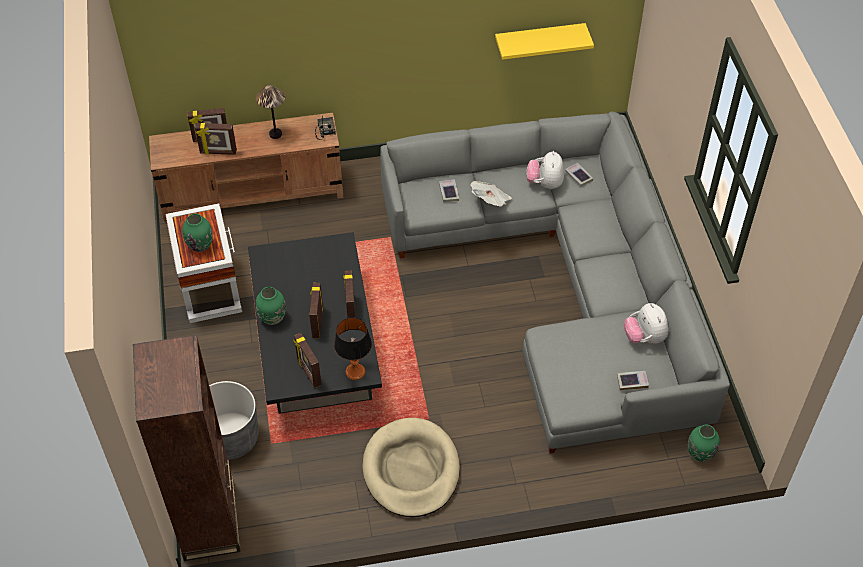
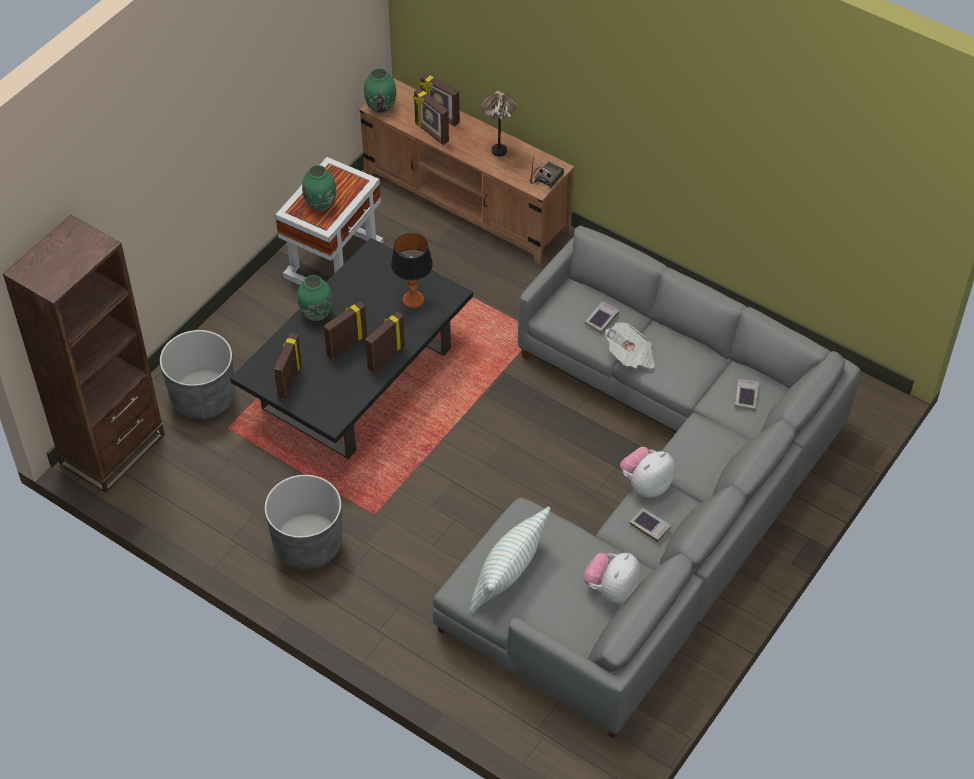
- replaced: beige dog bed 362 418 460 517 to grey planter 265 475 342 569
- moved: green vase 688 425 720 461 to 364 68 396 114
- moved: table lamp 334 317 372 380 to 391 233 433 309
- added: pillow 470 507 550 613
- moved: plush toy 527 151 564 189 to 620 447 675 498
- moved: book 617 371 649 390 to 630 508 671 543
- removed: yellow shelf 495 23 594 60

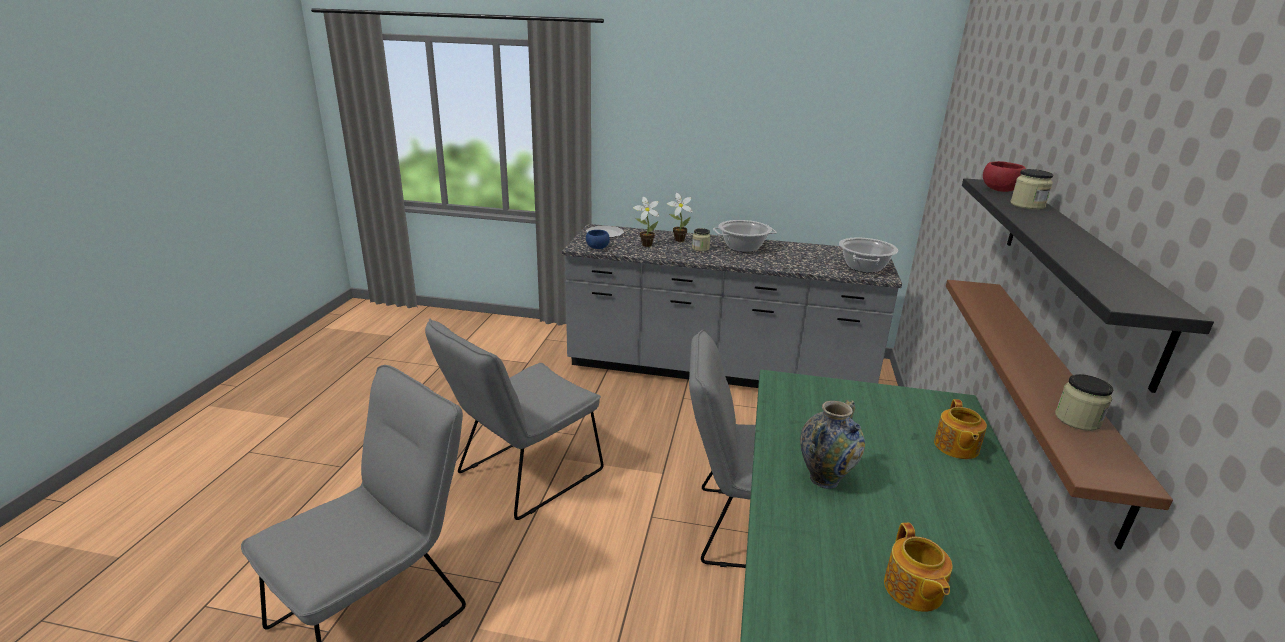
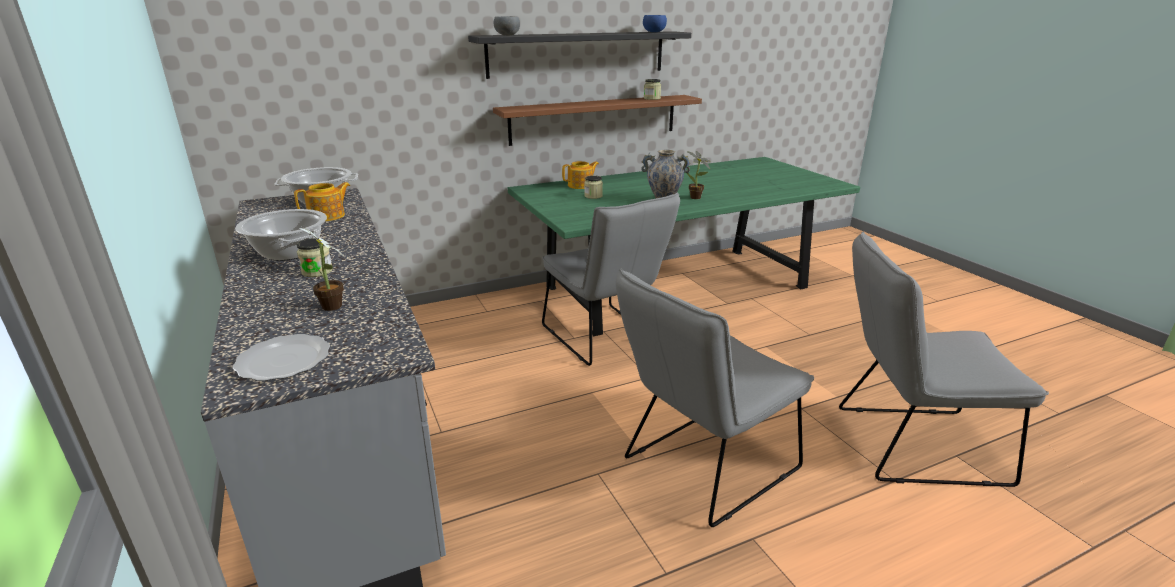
- moved: teapot 884 523 953 612 to 294 182 350 221
- recoloured: red bowl 983 161 1026 192 to grey bowl 494 16 520 35
- moved: jar 1010 169 1053 209 to 584 175 603 199
- turned: grey chair 425 318 604 520 = 616 268 814 527 135 degrees clockwise
- moved: blue bowl 586 230 610 249 to 643 15 667 32
- moved: potted plant 667 193 693 242 to 687 151 711 199

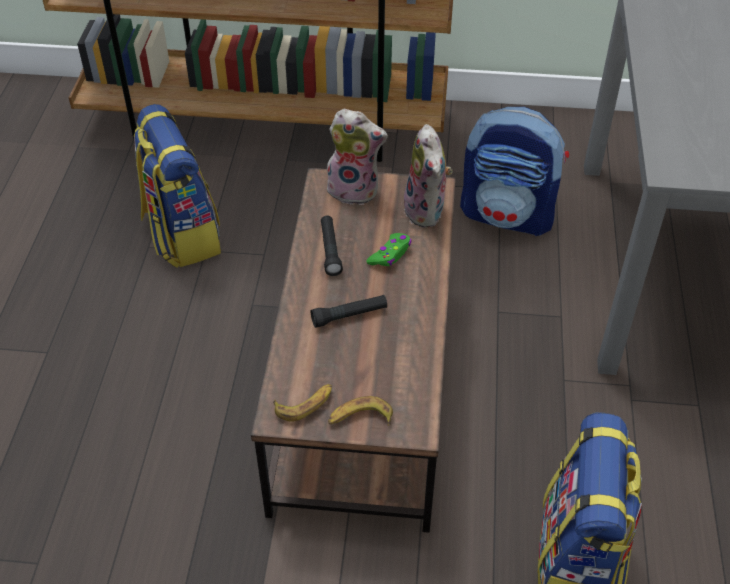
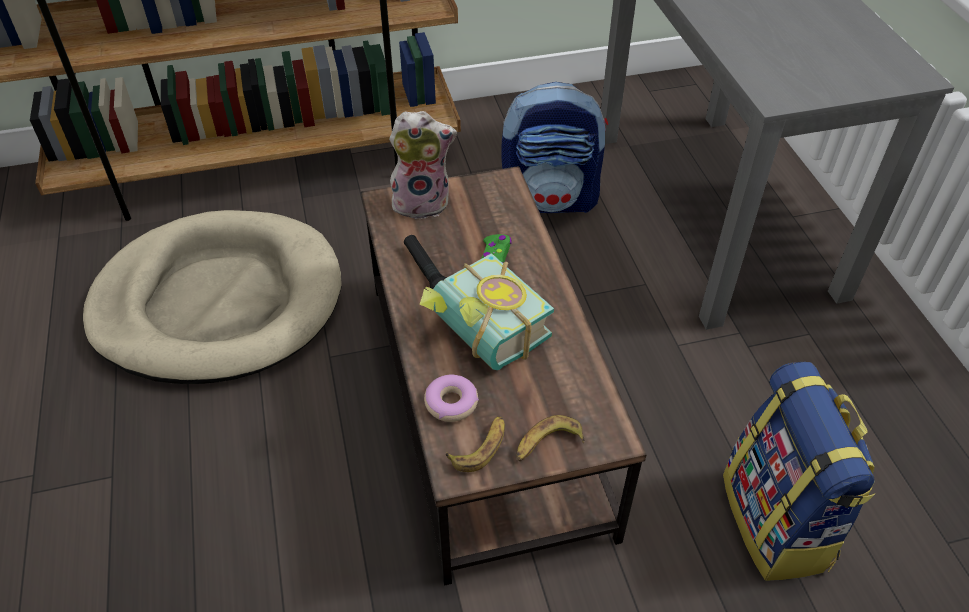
- replaced: backpack 133 104 221 268 to beige dog bed 83 210 342 384
- replaced: black flashlight 310 295 387 328 to book 420 253 554 370
- added: donut 424 374 479 422
- removed: plush toy 404 124 453 228

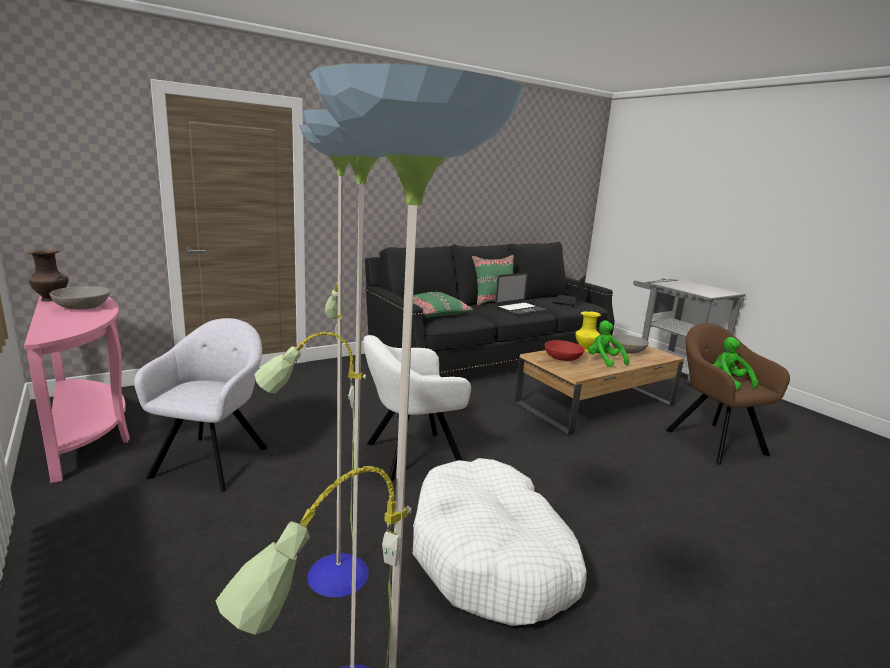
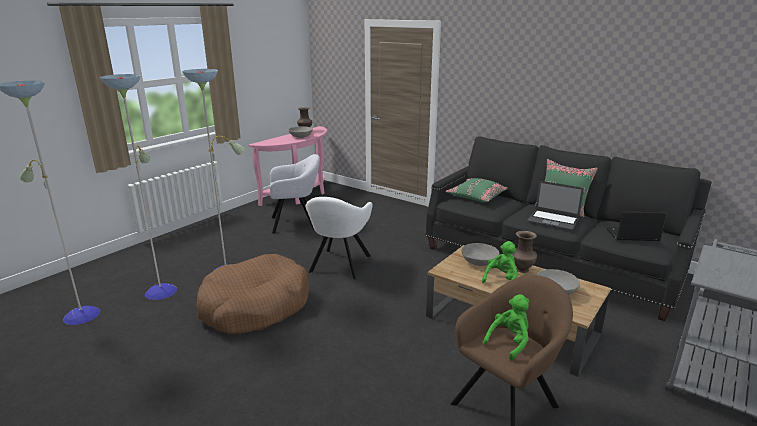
- recoloured: white dog bed 413 458 586 626 to brown dog bed 196 254 309 334
- turned: white armchair 363 335 471 482 = 306 197 372 279 120 degrees counterclockwise
- recoloured: red bowl 545 340 585 361 to grey bowl 461 243 499 266
- recoloured: yellow vase 575 311 601 352 to brown vase 512 231 537 273

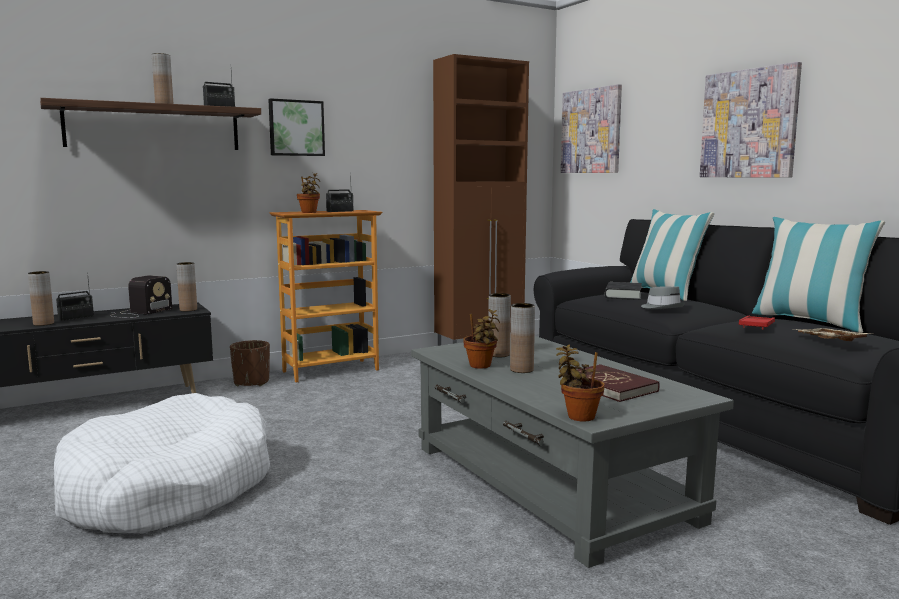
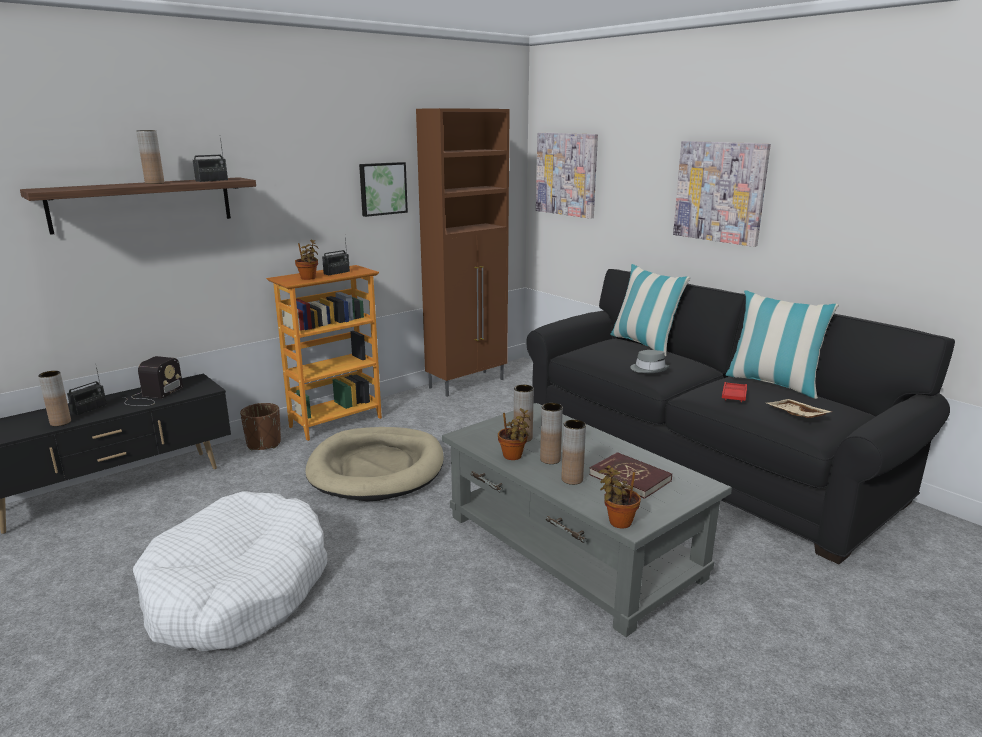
- added: beige dog bed 305 427 444 501
- moved: picture 268 98 325 156 to 359 162 408 217
- moved: brown vase 176 262 197 312 to 561 420 586 485
- removed: black book 605 282 642 300

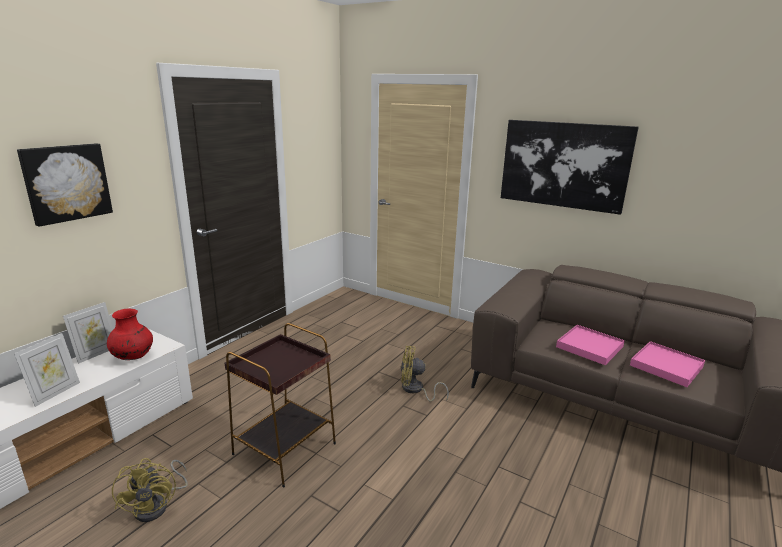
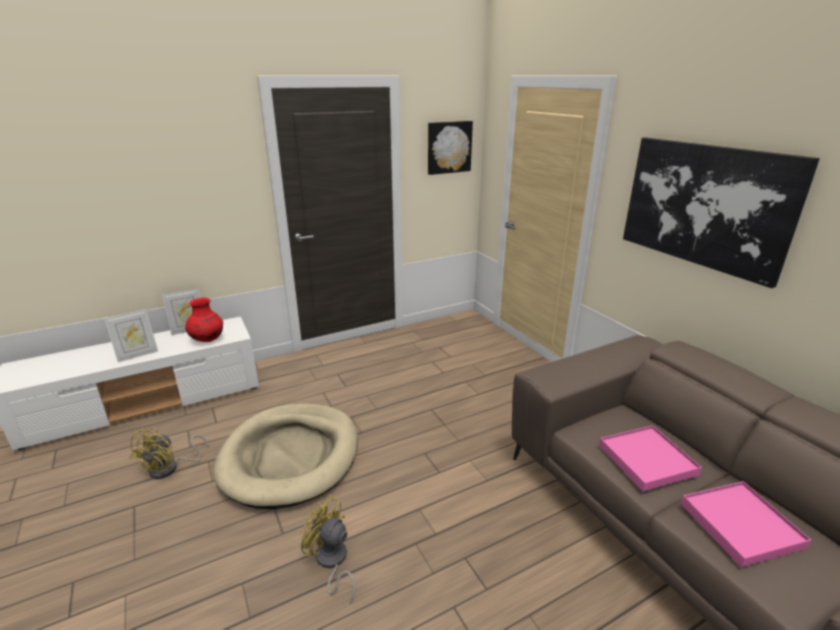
- replaced: brown side table 225 323 336 488 to beige dog bed 213 403 358 509
- moved: yellow fan 401 346 449 402 to 300 495 355 604
- moved: picture 17 143 113 227 to 428 121 473 175

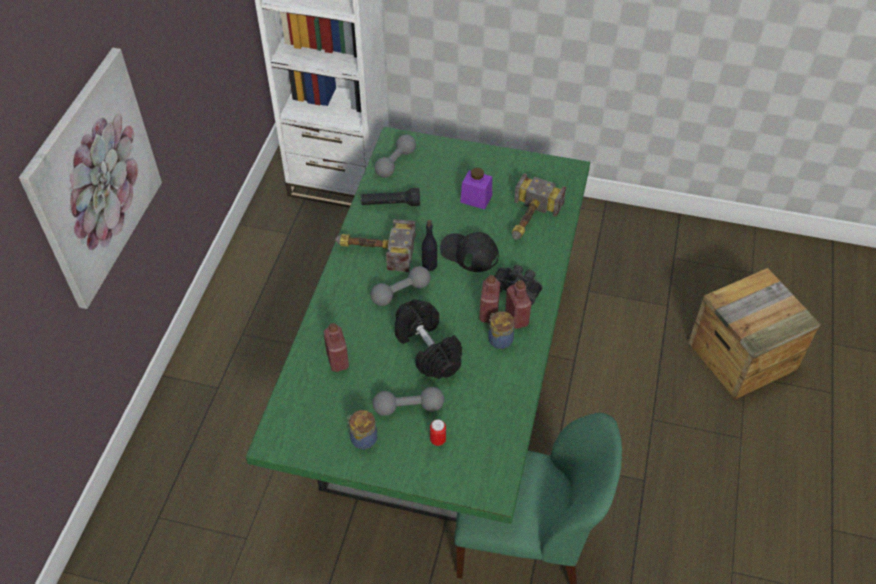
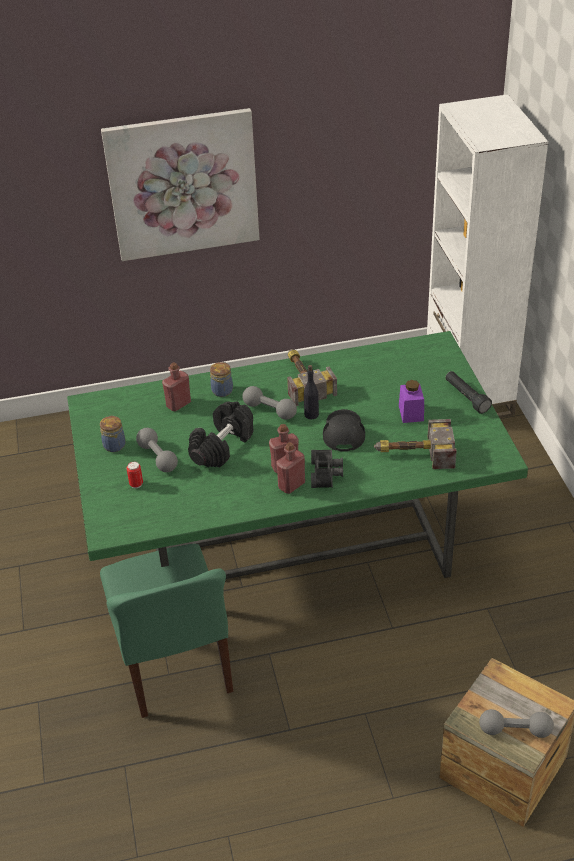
- moved: jar 488 311 514 349 to 210 362 233 397
- moved: black flashlight 361 188 420 206 to 445 371 492 414
- moved: grey dumbbell 374 134 416 178 to 479 709 554 738

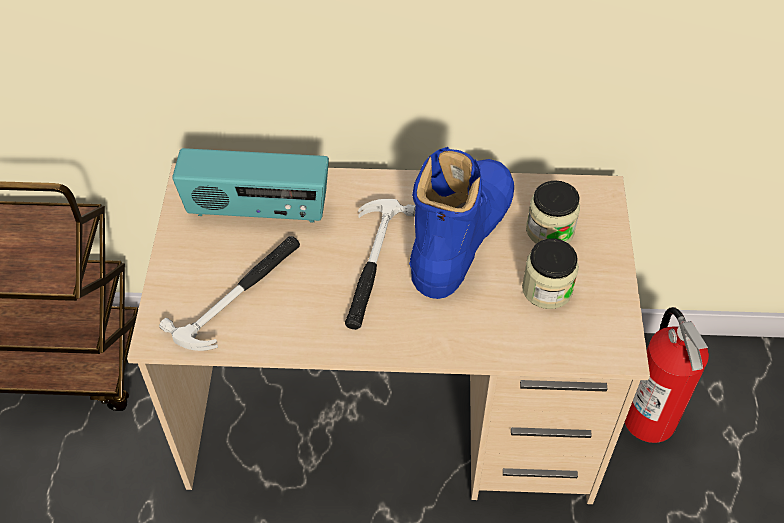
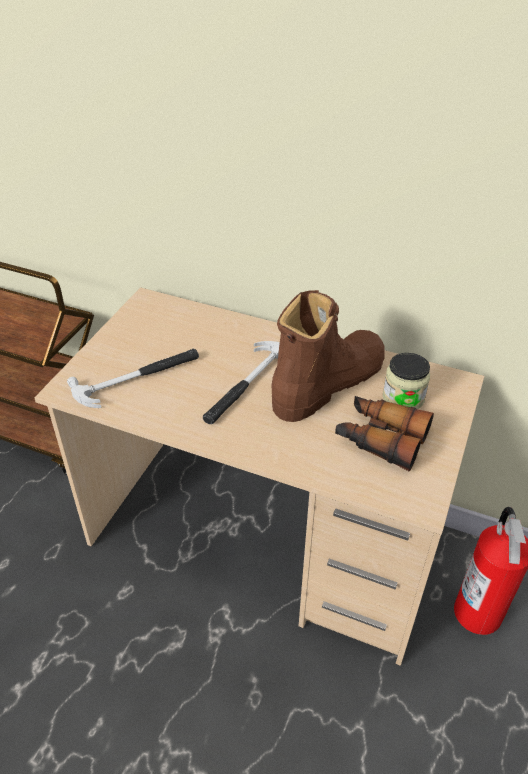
- recoloured: blue boot 409 147 514 299 to brown boot 271 290 385 422
- replaced: jar 522 238 579 309 to binoculars 335 396 434 471
- removed: radio 172 148 329 223

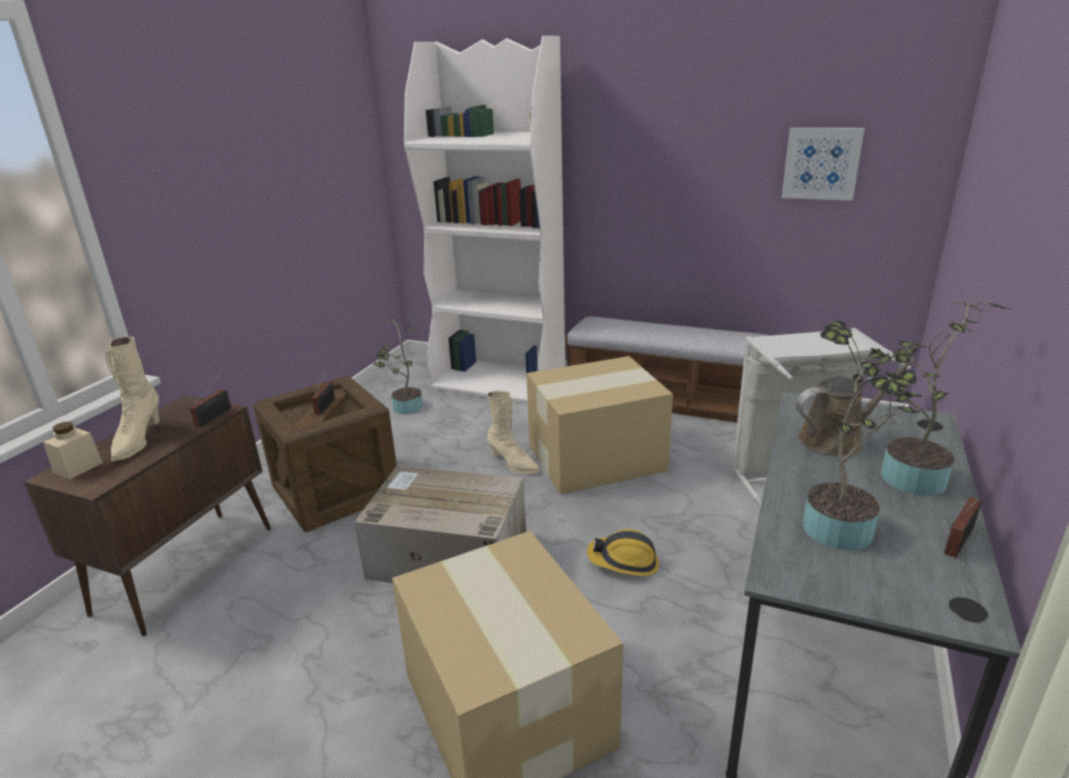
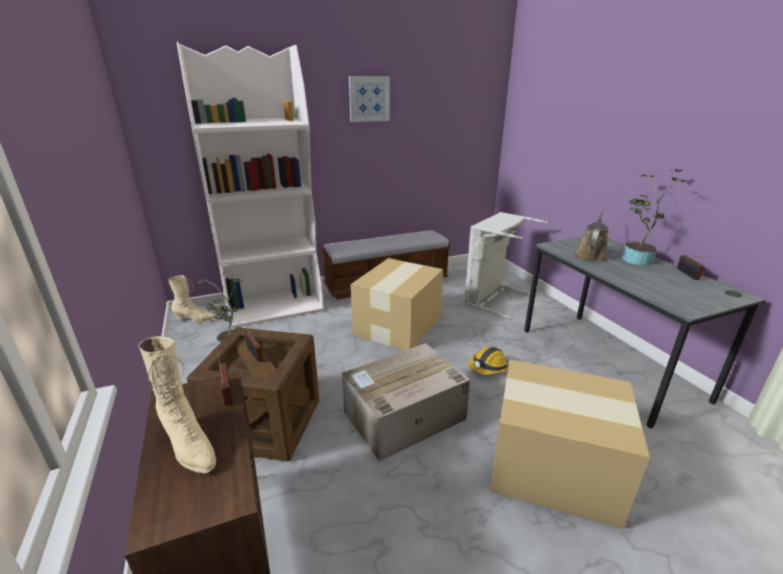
- moved: beige boot 487 391 540 474 to 168 275 216 323
- moved: picture 782 128 865 201 to 349 76 390 122
- removed: beige jar 43 422 103 480
- removed: potted plant 803 320 923 551

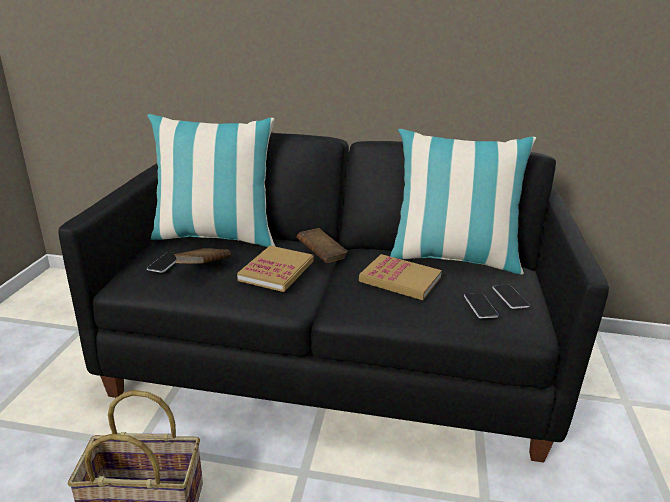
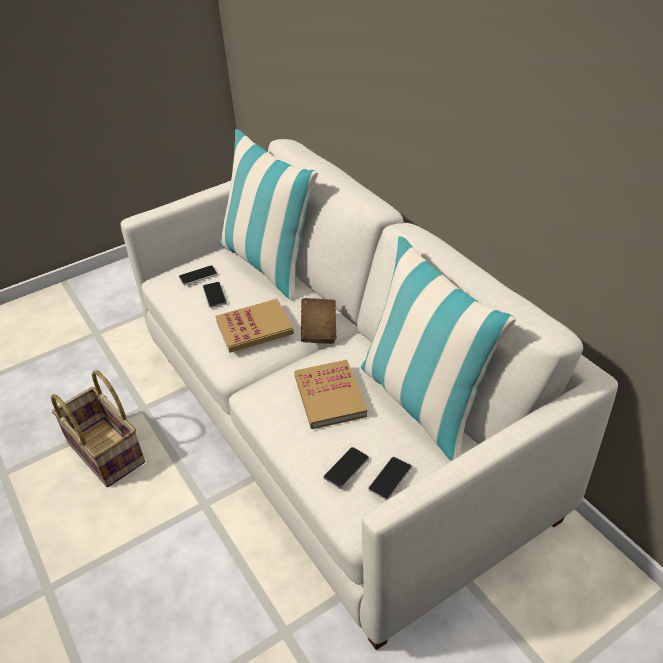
- recoloured: black sofa 58 133 609 463 to white sofa 121 139 618 650
- replaced: brown book 174 248 231 264 to phone 203 282 227 308

